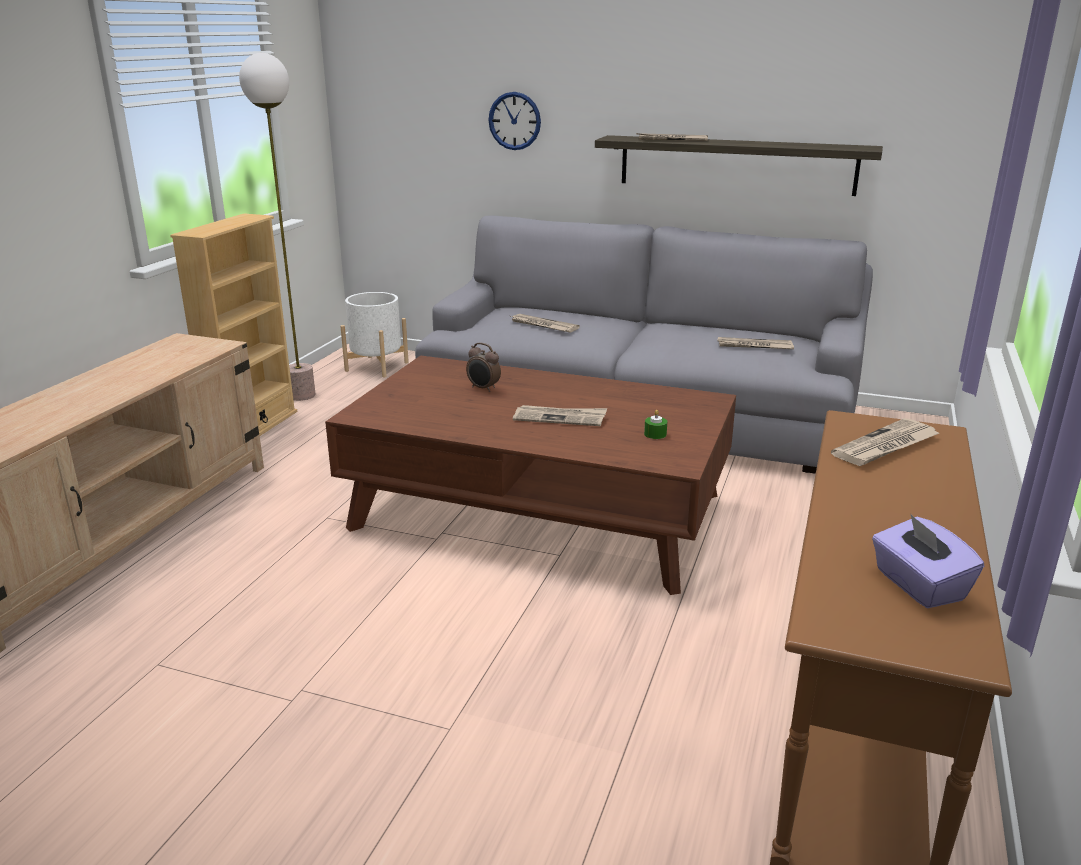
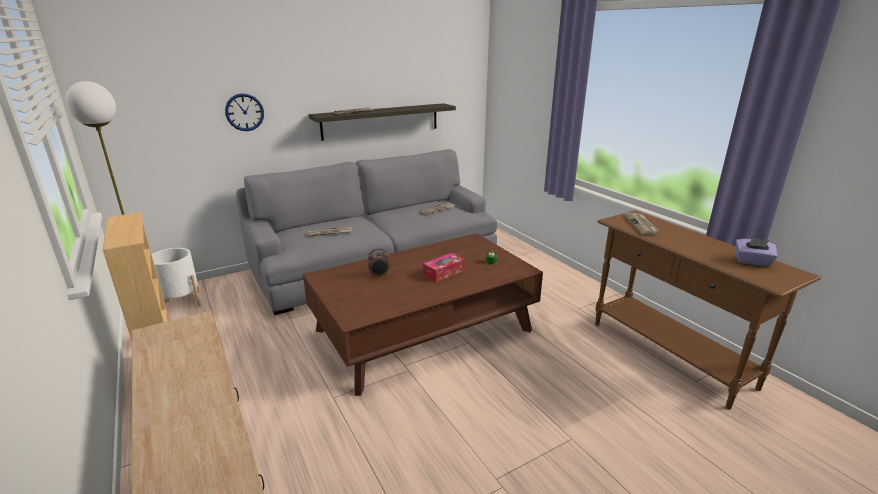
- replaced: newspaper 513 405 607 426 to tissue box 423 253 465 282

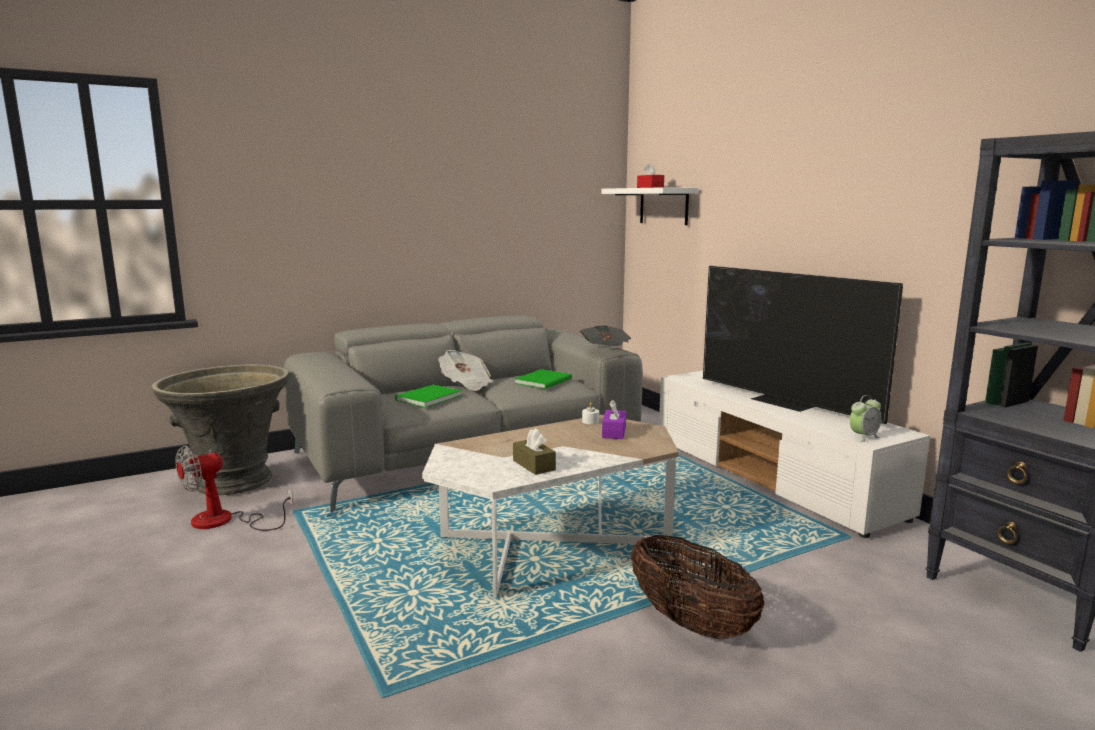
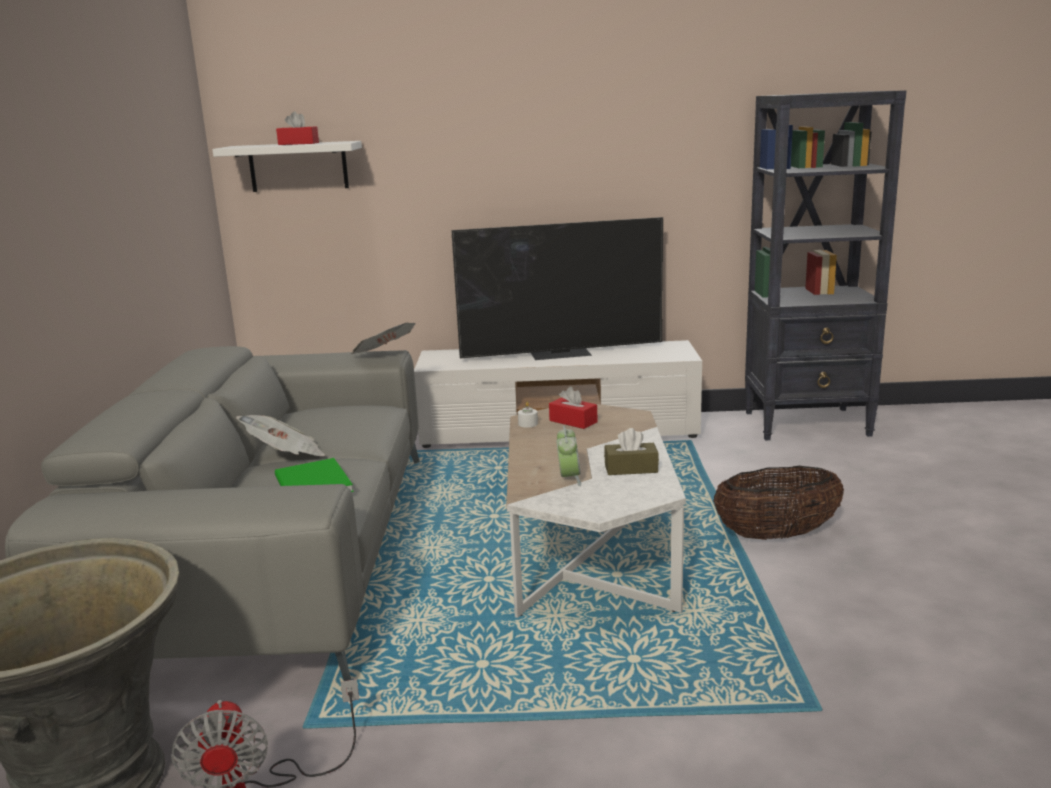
- recoloured: purple tissue box 602 400 626 439 to red tissue box 549 387 597 429
- moved: alarm clock 850 395 882 442 to 556 426 581 486
- removed: green book 514 369 572 389

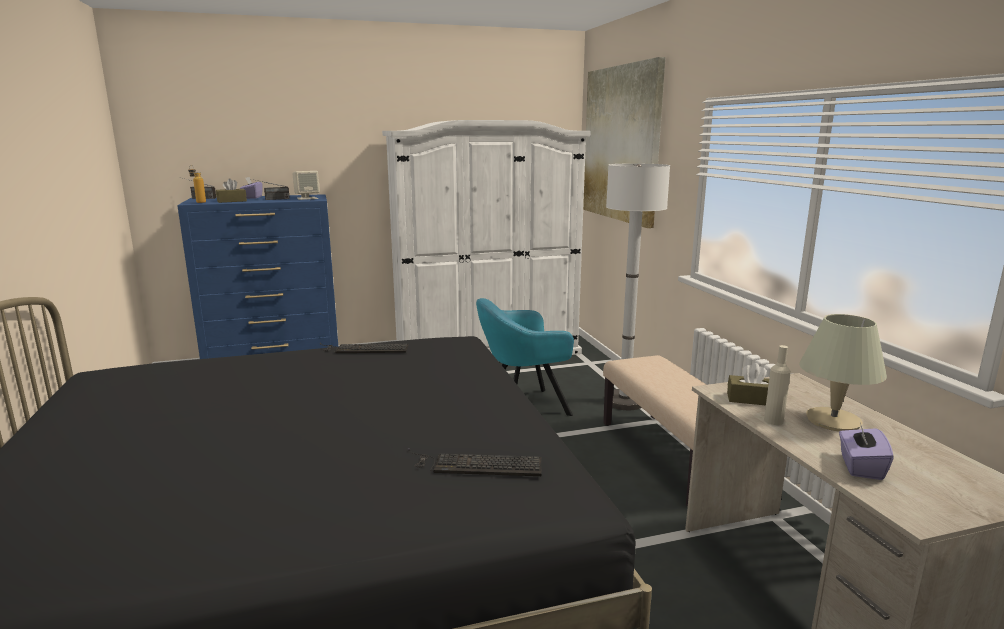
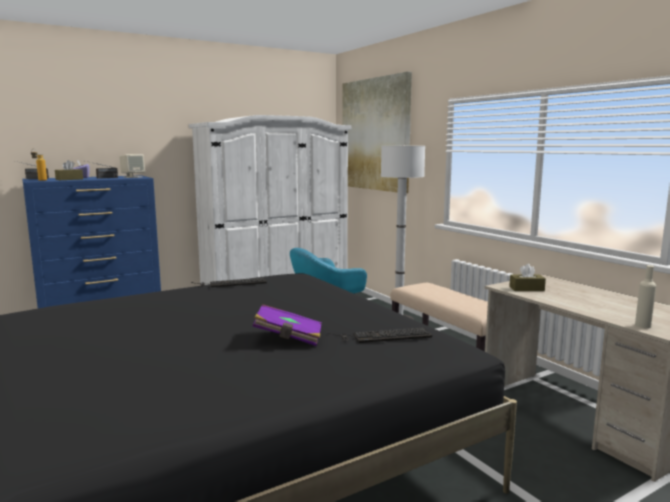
- added: purple book 253 304 322 346
- moved: beige bottle 764 345 791 425 to 635 265 656 328
- removed: beige table lamp 799 314 887 432
- removed: purple tissue box 839 423 894 480

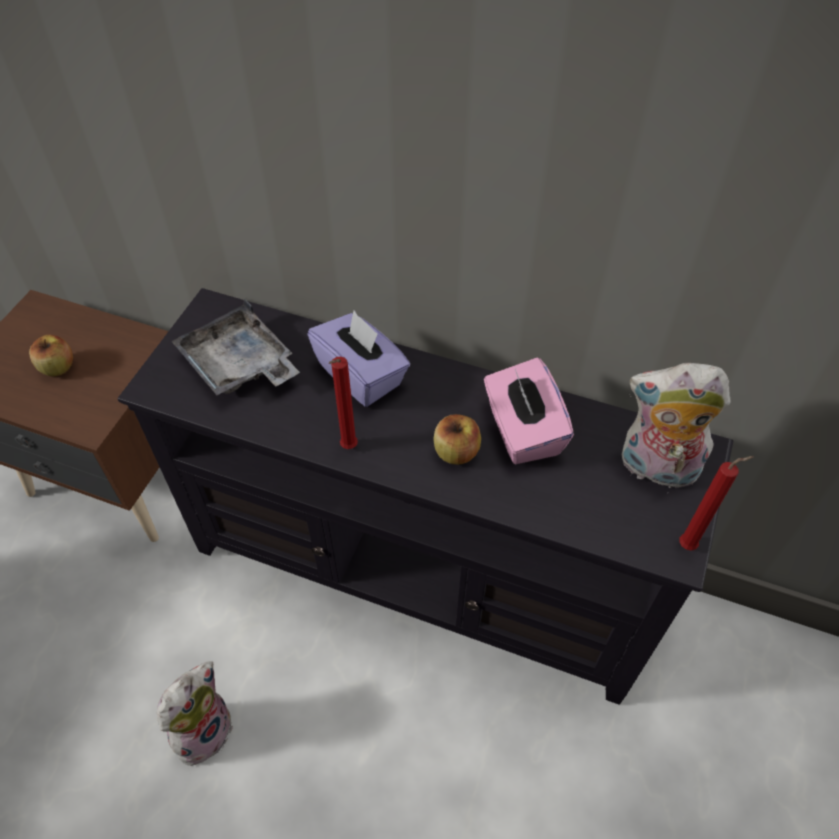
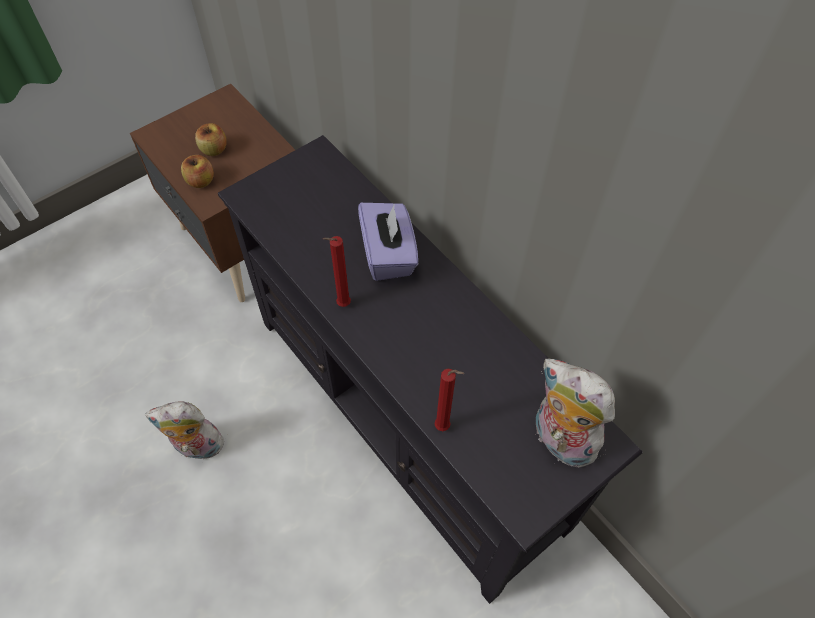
- turned: plush toy 157 661 233 766 = 145 401 226 460 150 degrees counterclockwise
- moved: apple 433 414 481 465 to 181 155 214 188
- moved: red candle 679 456 754 551 to 435 369 464 431
- removed: grey tray 172 298 300 395
- removed: pink tissue box 484 357 574 464

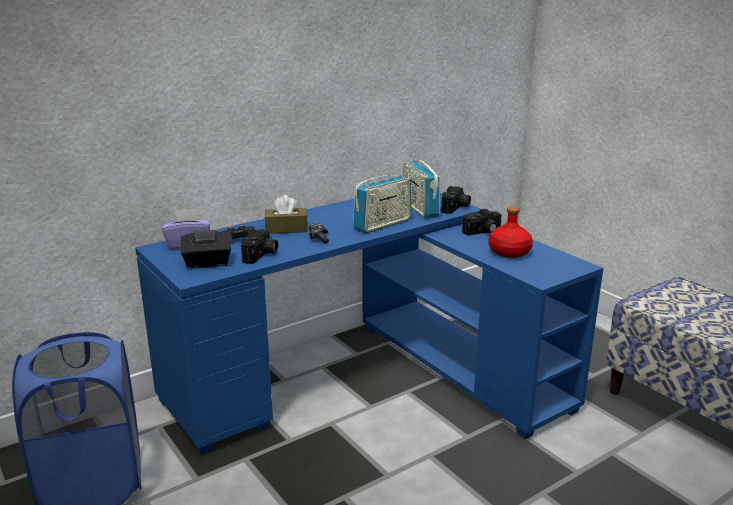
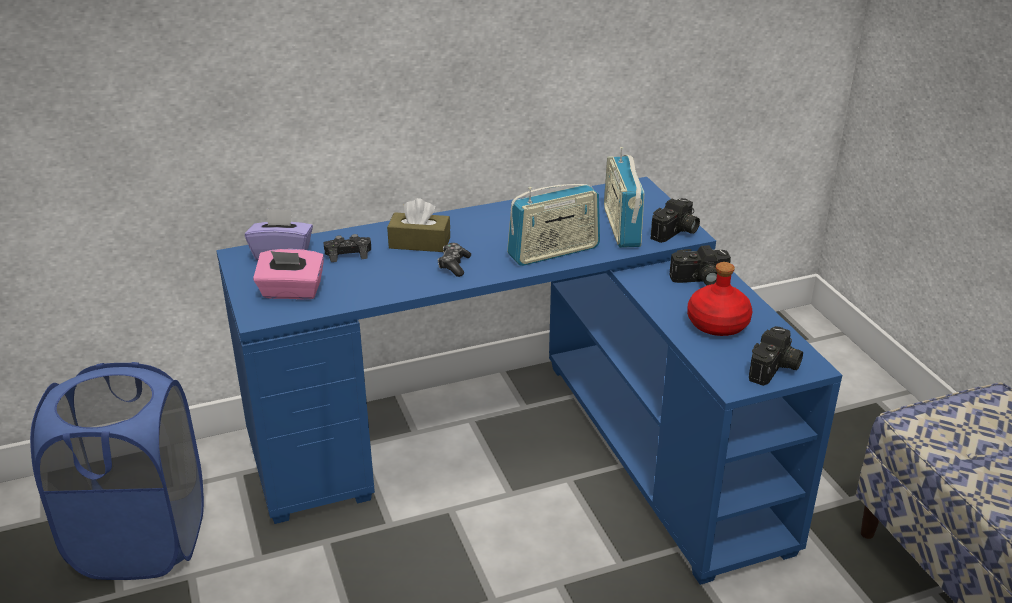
- recoloured: black tissue box 181 230 231 268 to pink tissue box 253 249 324 300
- moved: photo camera 241 229 278 264 to 749 326 803 386

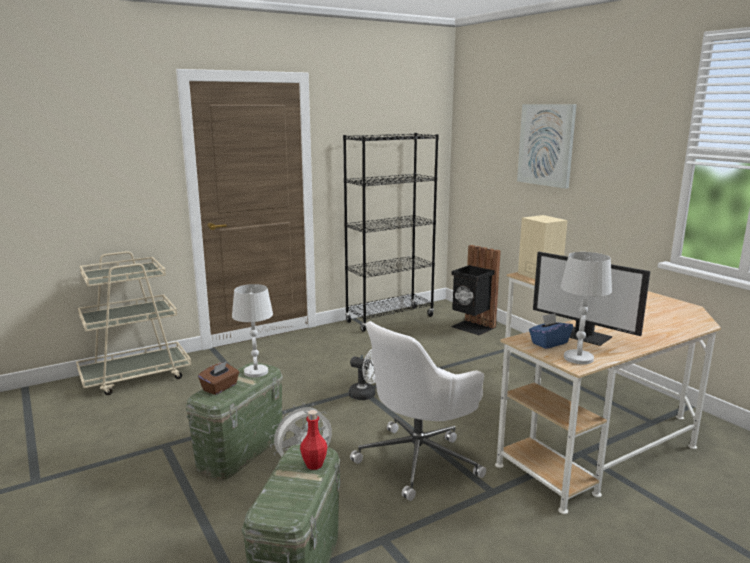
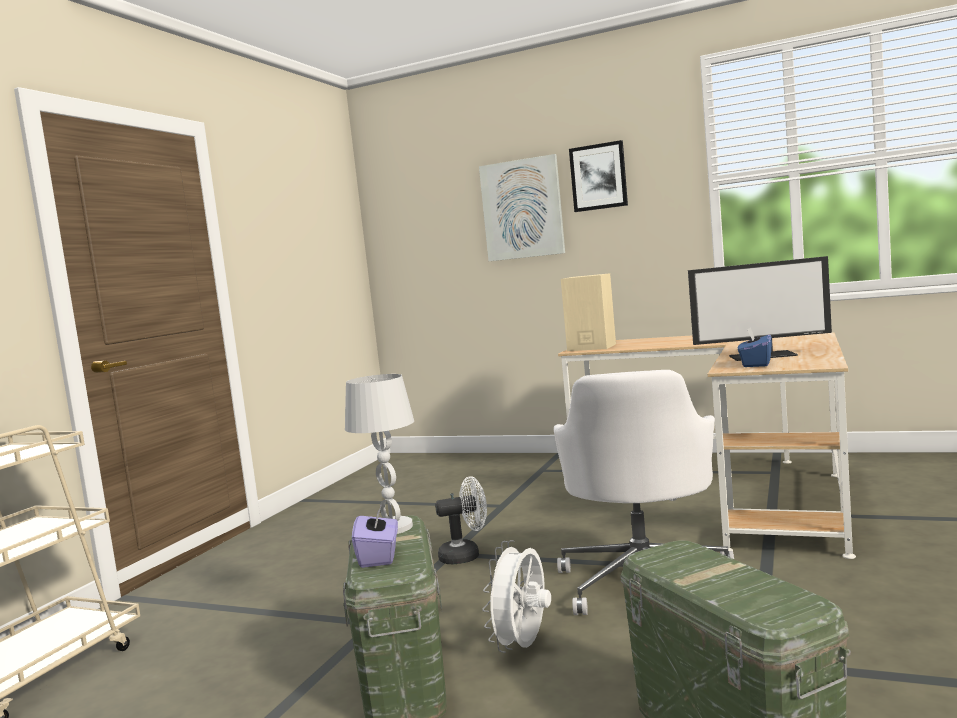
- recoloured: brown tissue box 198 361 239 395 to purple tissue box 352 504 398 568
- added: picture 569 140 628 212
- removed: red bottle 300 410 327 470
- removed: black bookcase 343 133 439 332
- removed: black trash can 451 245 501 336
- removed: white table lamp 561 252 612 364

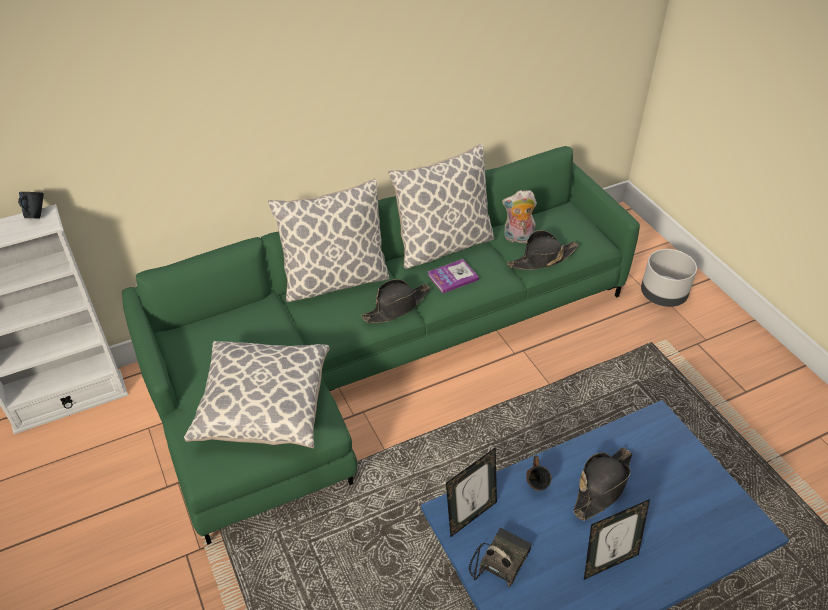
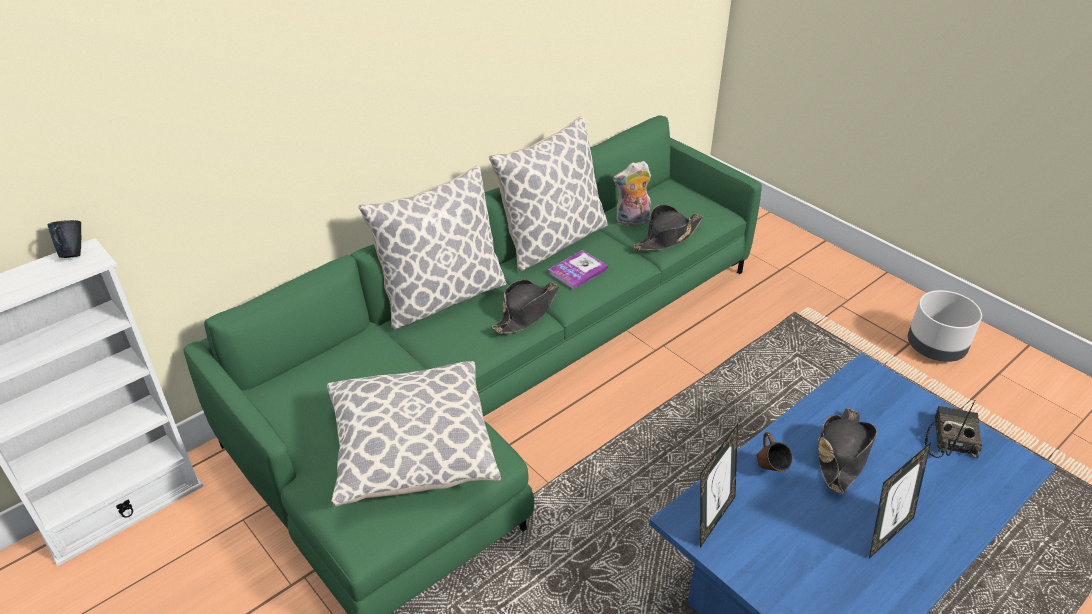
- moved: grey planter 641 249 697 307 to 908 290 982 362
- moved: radio 469 528 532 587 to 925 400 982 458

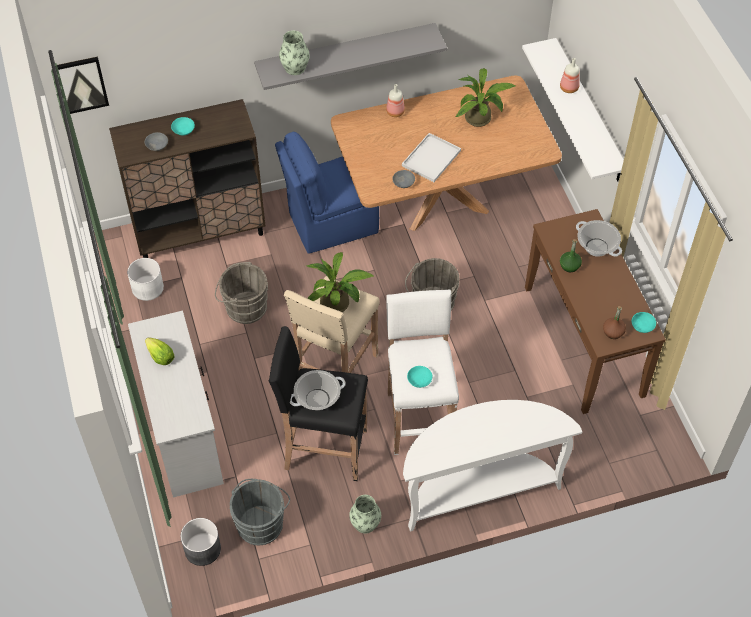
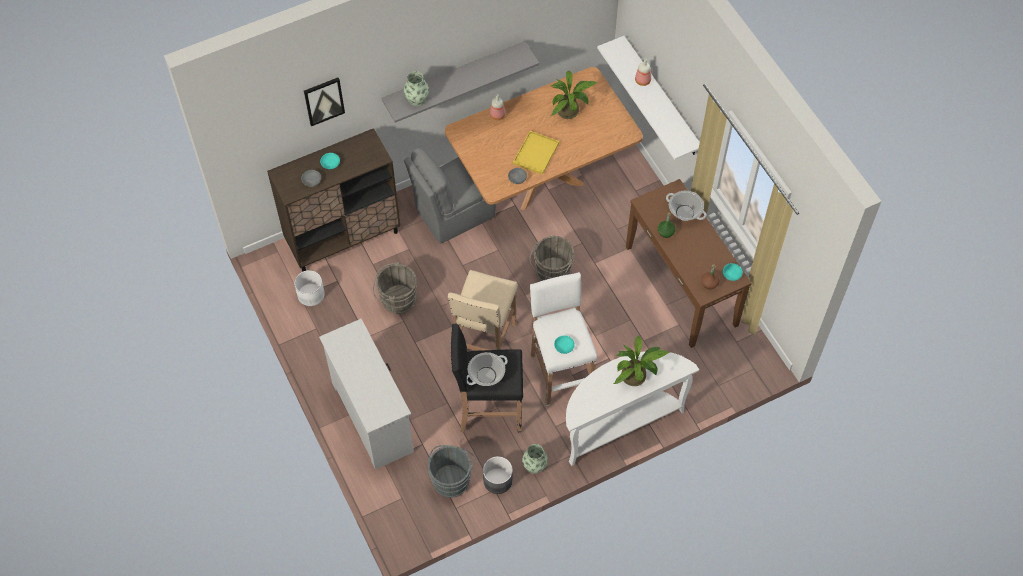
- moved: picture 57 56 109 114 to 304 77 345 126
- recoloured: blue chair 275 132 379 254 to grey chair 404 148 496 244
- moved: grey planter 180 518 221 566 to 483 456 513 494
- recoloured: white tray 402 133 461 182 to yellow tray 513 131 559 175
- moved: potted plant 306 252 375 312 to 613 335 669 386
- removed: lettuce 145 338 175 365

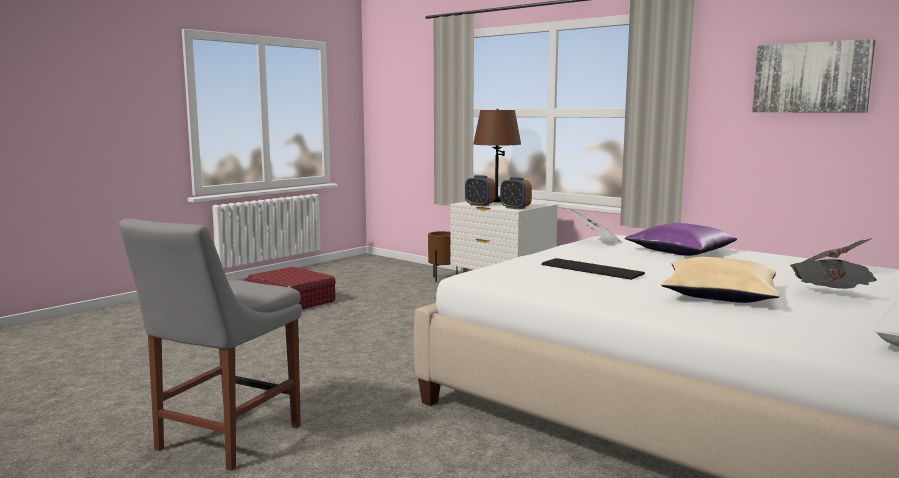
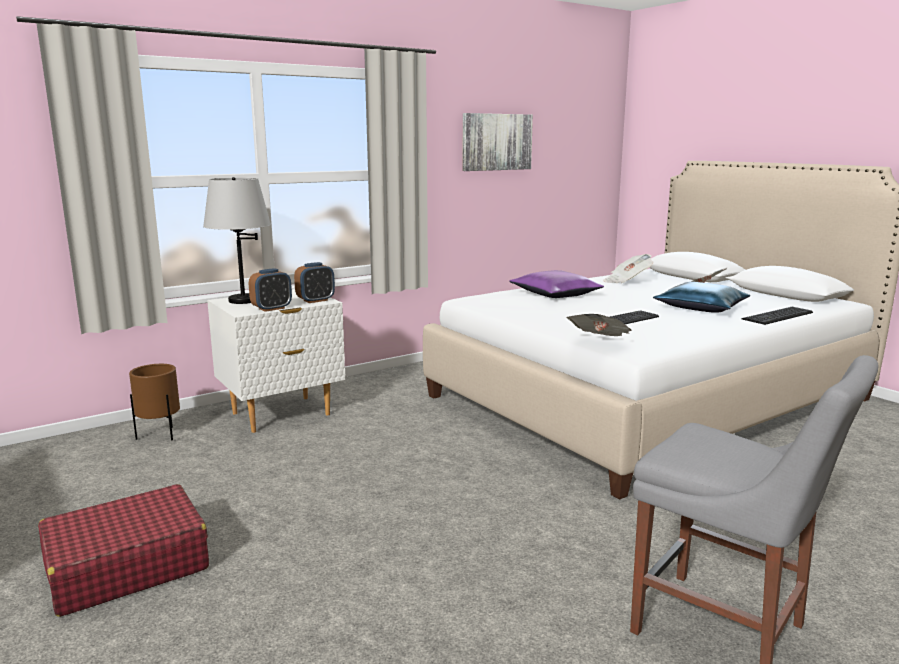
- recoloured: brown table lamp 473 109 521 202 to grey table lamp 203 177 271 304
- moved: newspaper 568 208 622 242 to 566 314 631 336
- recoloured: beige pillow 661 257 780 303 to blue pillow 653 282 750 313
- added: keyboard 742 307 813 325

